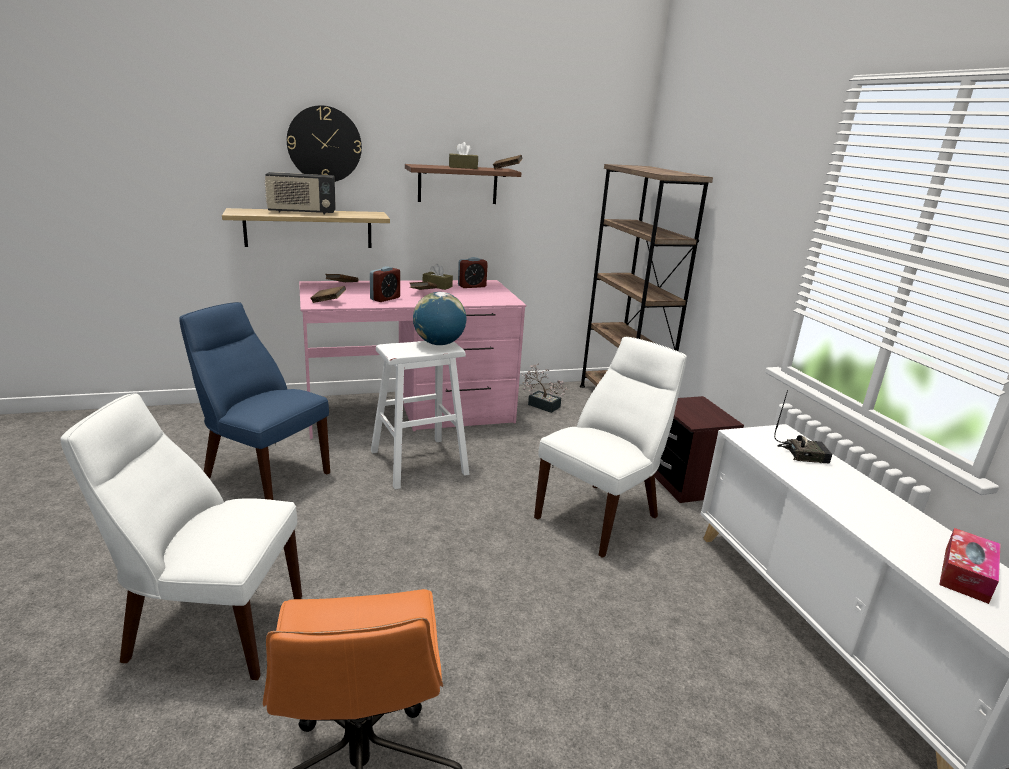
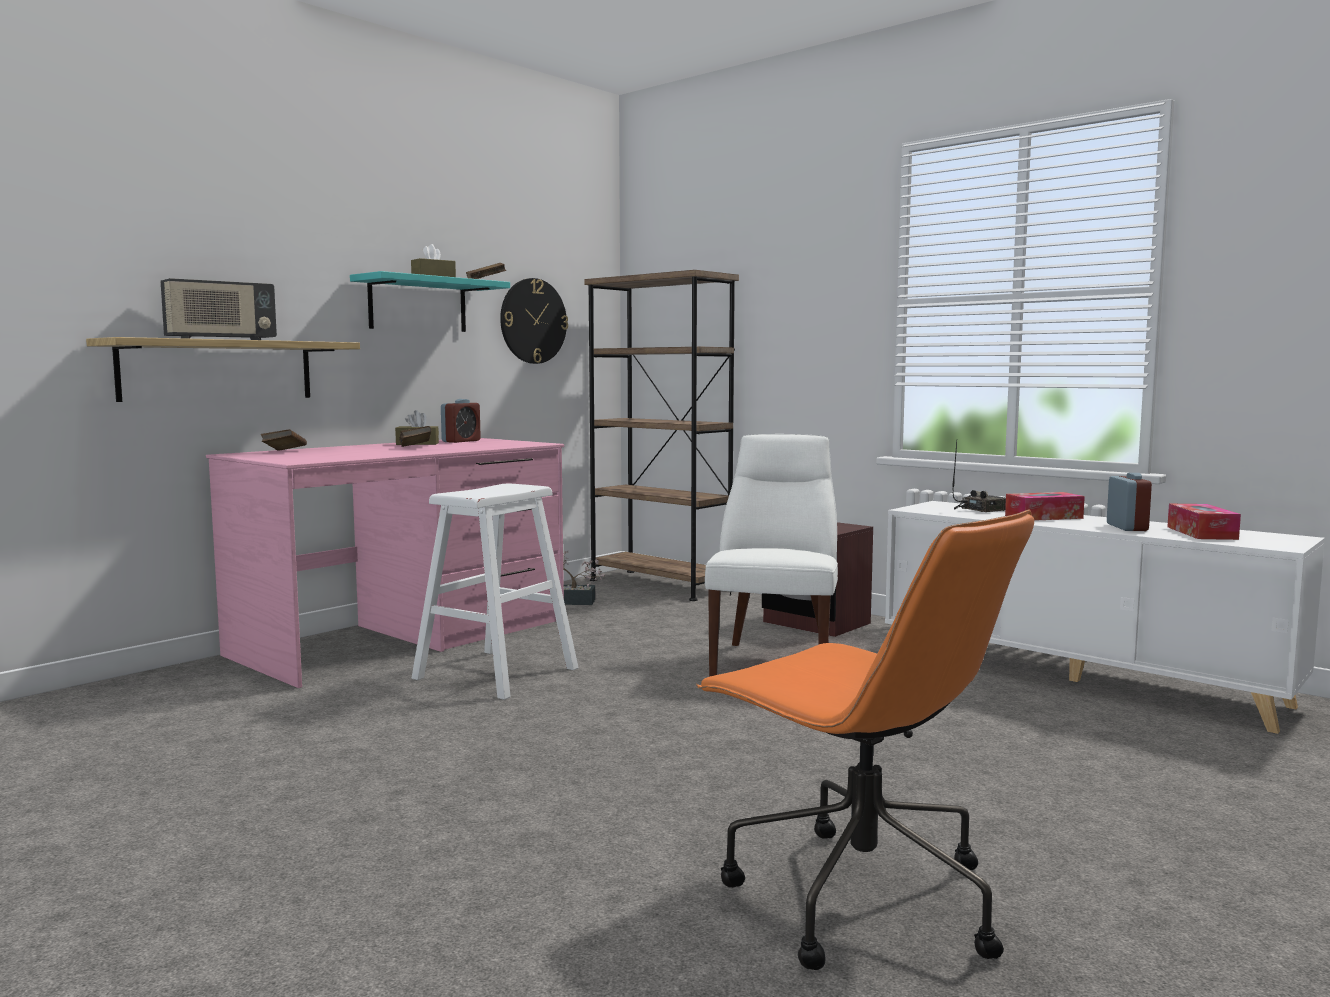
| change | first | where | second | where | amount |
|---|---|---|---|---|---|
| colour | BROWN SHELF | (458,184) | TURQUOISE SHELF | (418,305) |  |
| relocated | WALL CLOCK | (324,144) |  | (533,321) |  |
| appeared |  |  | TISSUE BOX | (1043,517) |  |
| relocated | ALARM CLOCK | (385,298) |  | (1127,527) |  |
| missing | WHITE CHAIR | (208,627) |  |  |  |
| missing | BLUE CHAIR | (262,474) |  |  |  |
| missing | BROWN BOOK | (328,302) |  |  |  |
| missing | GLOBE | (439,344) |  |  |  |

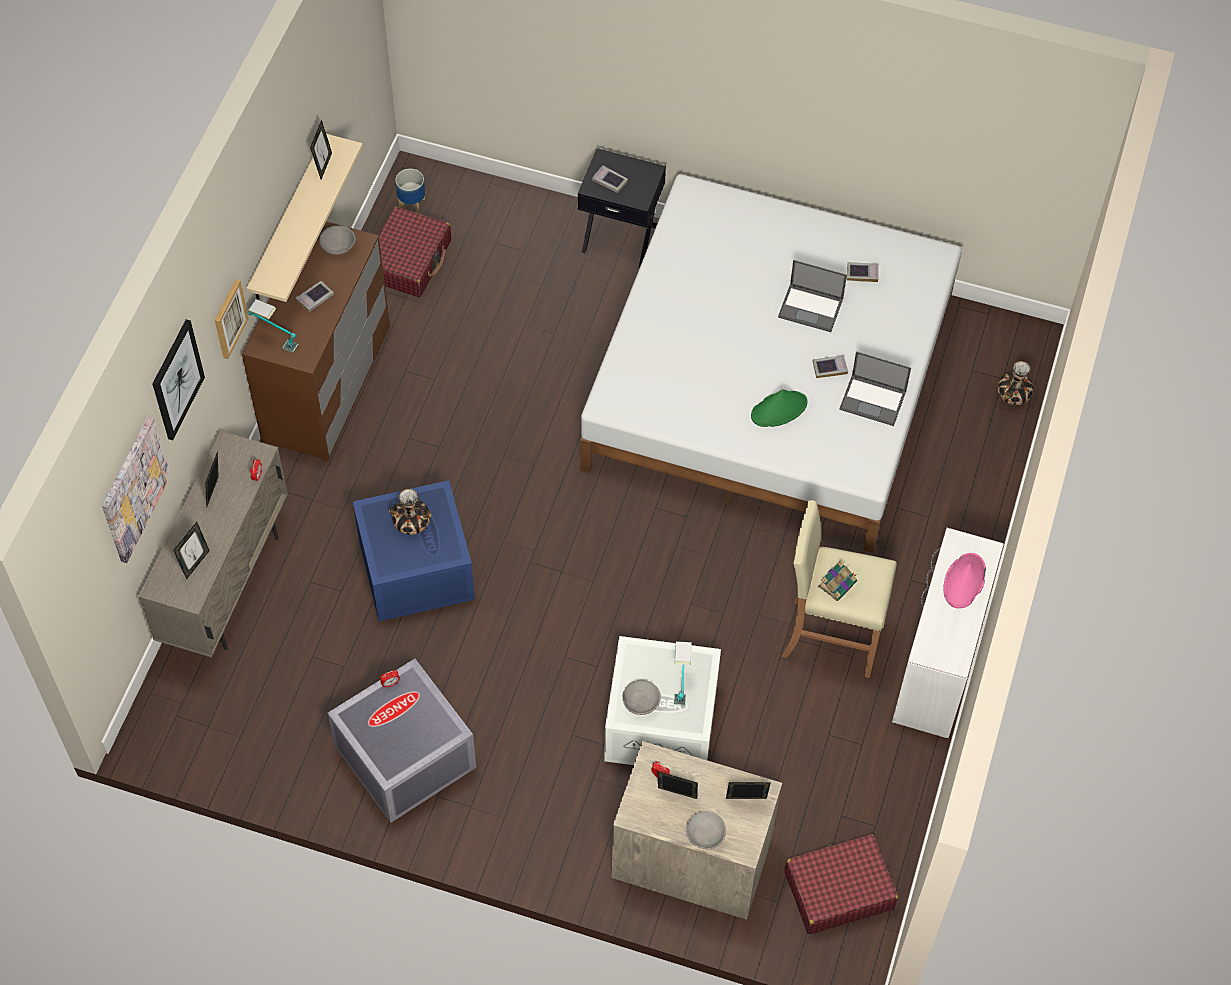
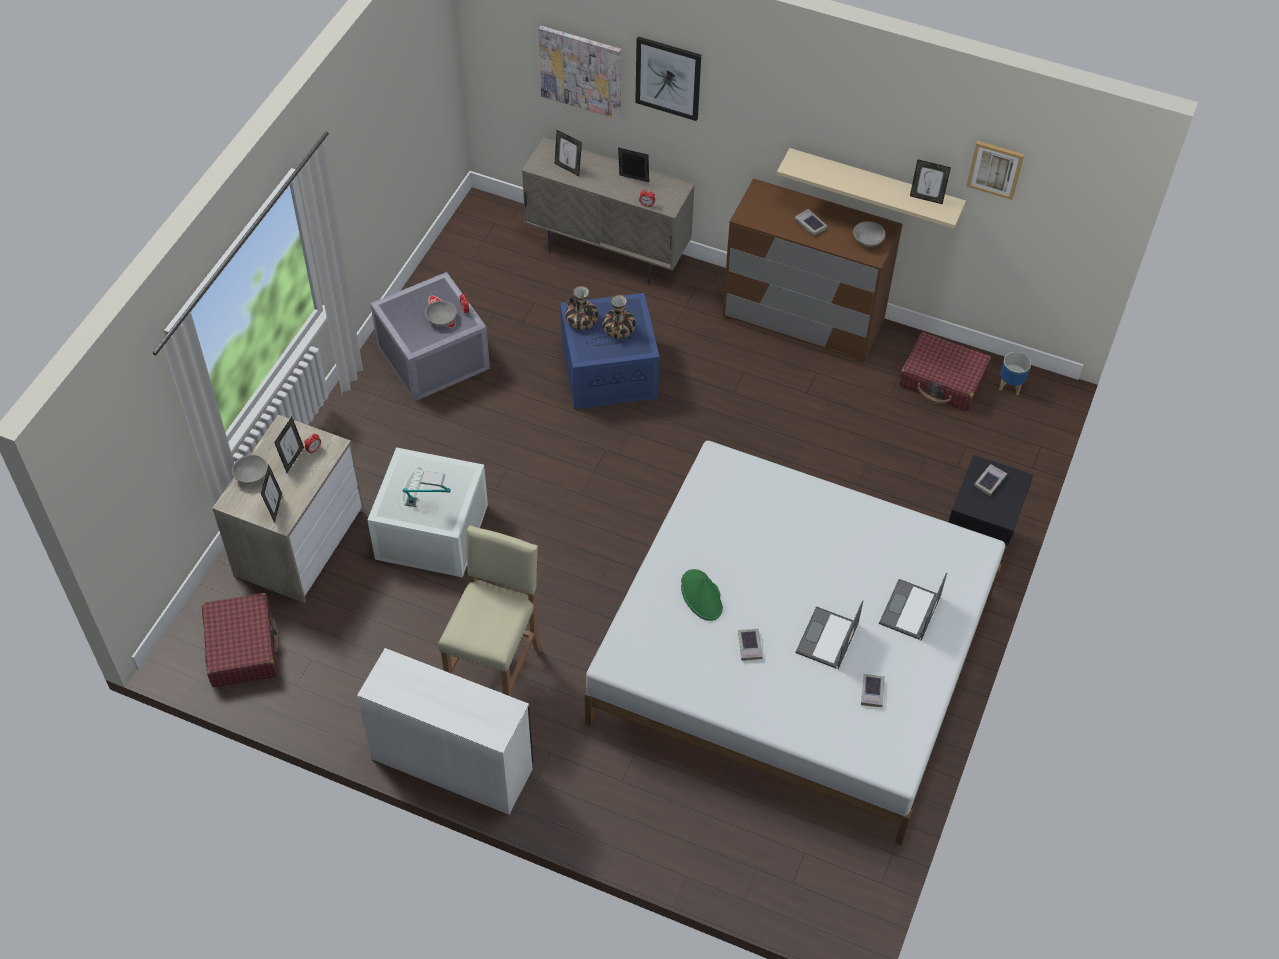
| change | first | where | second | where | amount |
|---|---|---|---|---|---|
| relocated | GREY BOWL | (640,702) |  | (441,319) |  |
| relocated | VASE | (1014,393) |  | (582,321) |  |
| relocated | LAPTOP | (873,400) |  | (910,611) |  |
| relocated | PICTURE | (229,318) |  | (995,169) |  |
| missing | TABLE LAMP | (274,340) |  |  |  |
| missing | BOOK | (837,583) |  |  |  |
| missing | PINK HAT | (964,581) |  |  |  |

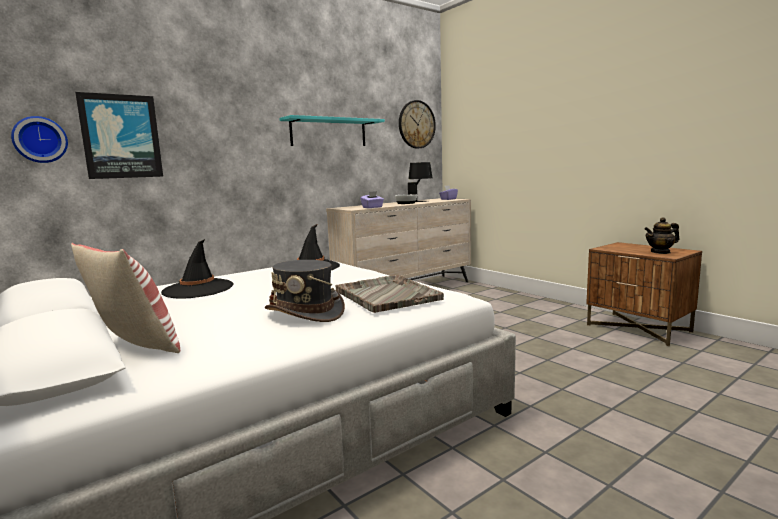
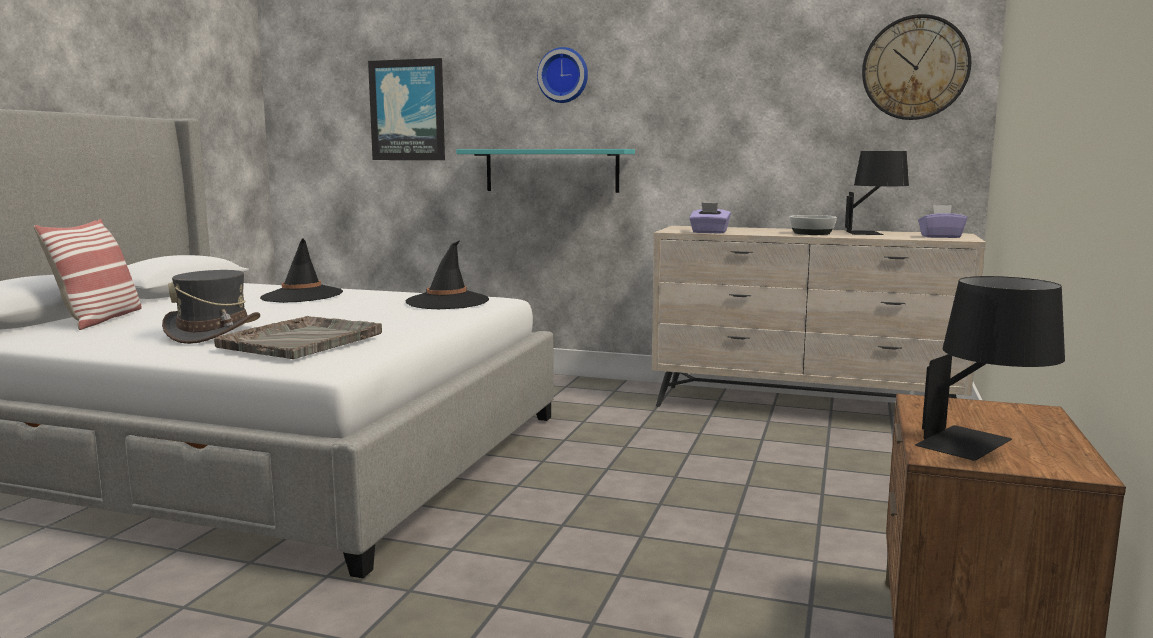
| change | first | where | second | where | amount |
|---|---|---|---|---|---|
| relocated | TURQUOISE SHELF | (329,132) |  | (551,170) |  |
| relocated | WALL CLOCK | (40,140) |  | (564,75) |  |
| exchanged | TEAPOT | (660,252) | BLACK TABLE LAMP | (985,447) |  |

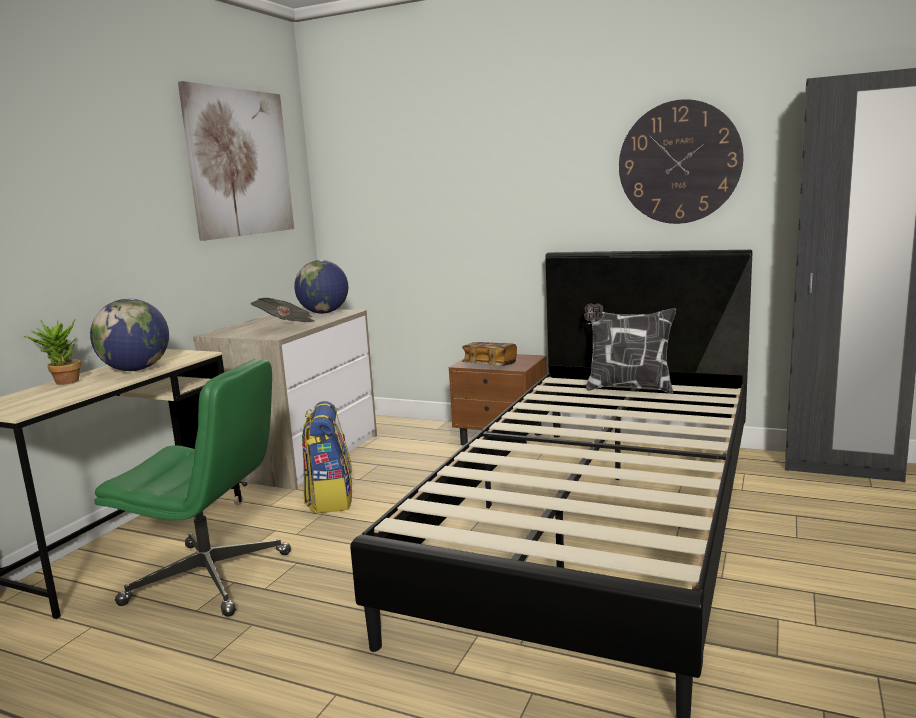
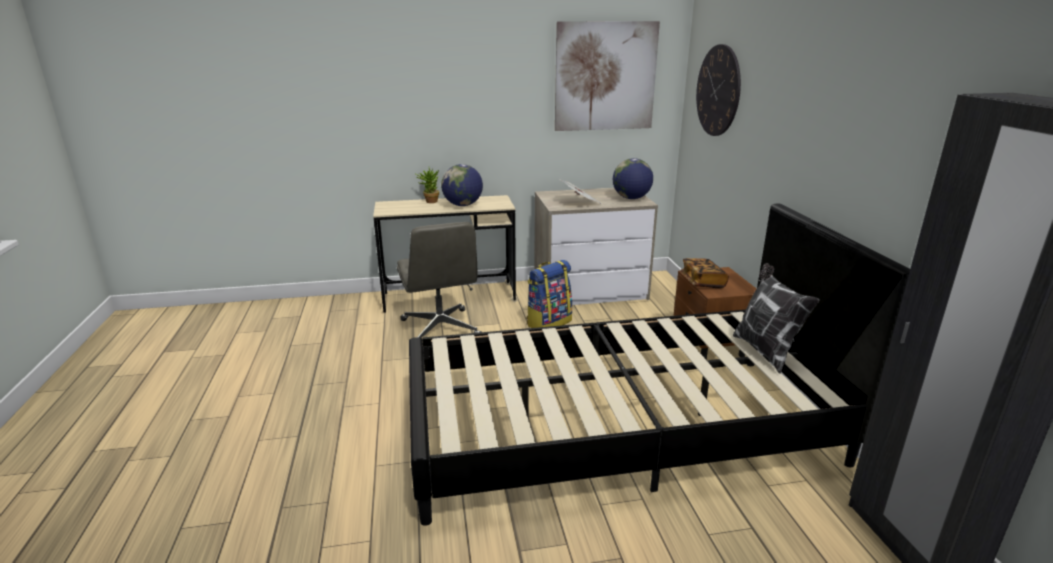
| change | first | where | second | where | amount |
|---|---|---|---|---|---|
| colour | GREEN OFFICE CHAIR | (211,578) | GREY OFFICE CHAIR | (441,329) |  |
| relocated | WALL CLOCK | (679,162) |  | (718,91) |  |

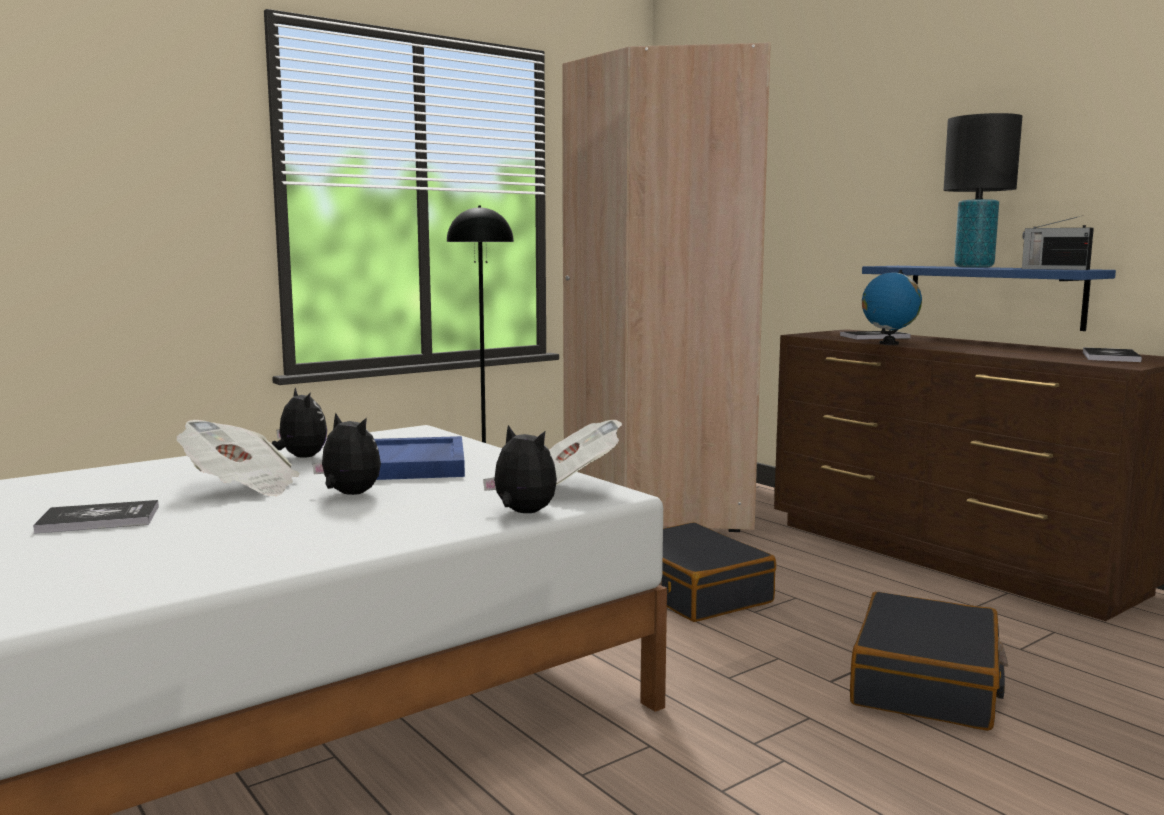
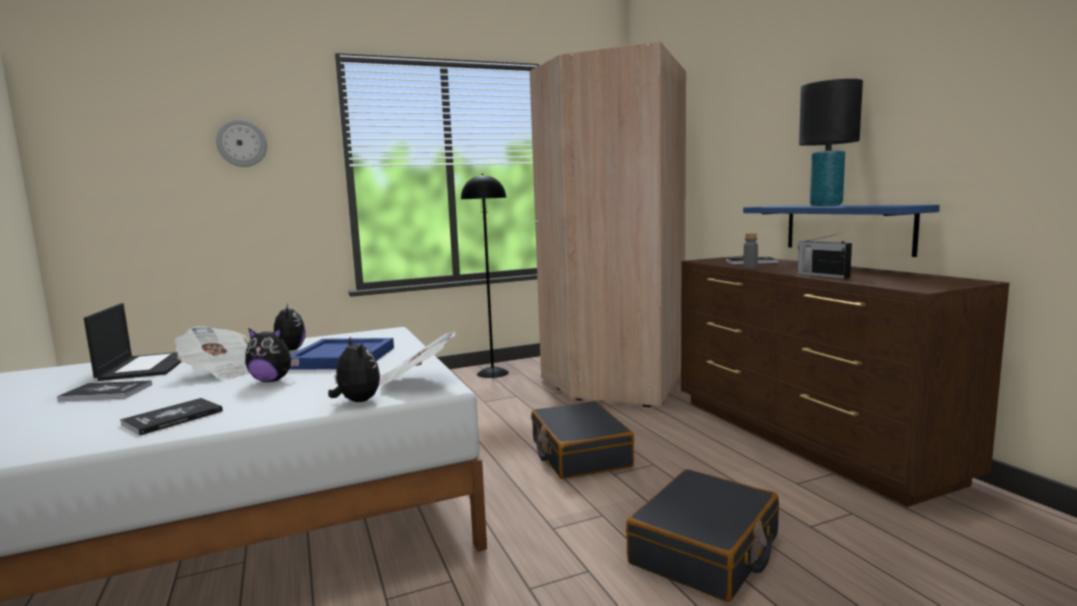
| change | first | where | second | where | amount |
|---|---|---|---|---|---|
| appeared |  |  | LAPTOP | (145,366) |  |
| relocated | BOOK | (1110,357) |  | (173,418) |  |
| appeared |  |  | WALL CLOCK | (242,143) |  |
| spun | PLUSH TOY | (349,495) |  | (272,380) | 135 degrees clockwise |
| exchanged | GLOBE | (888,343) | GREY BOTTLE | (750,268) |  |
| relocated | RADIO | (1053,269) |  | (822,275) |  |

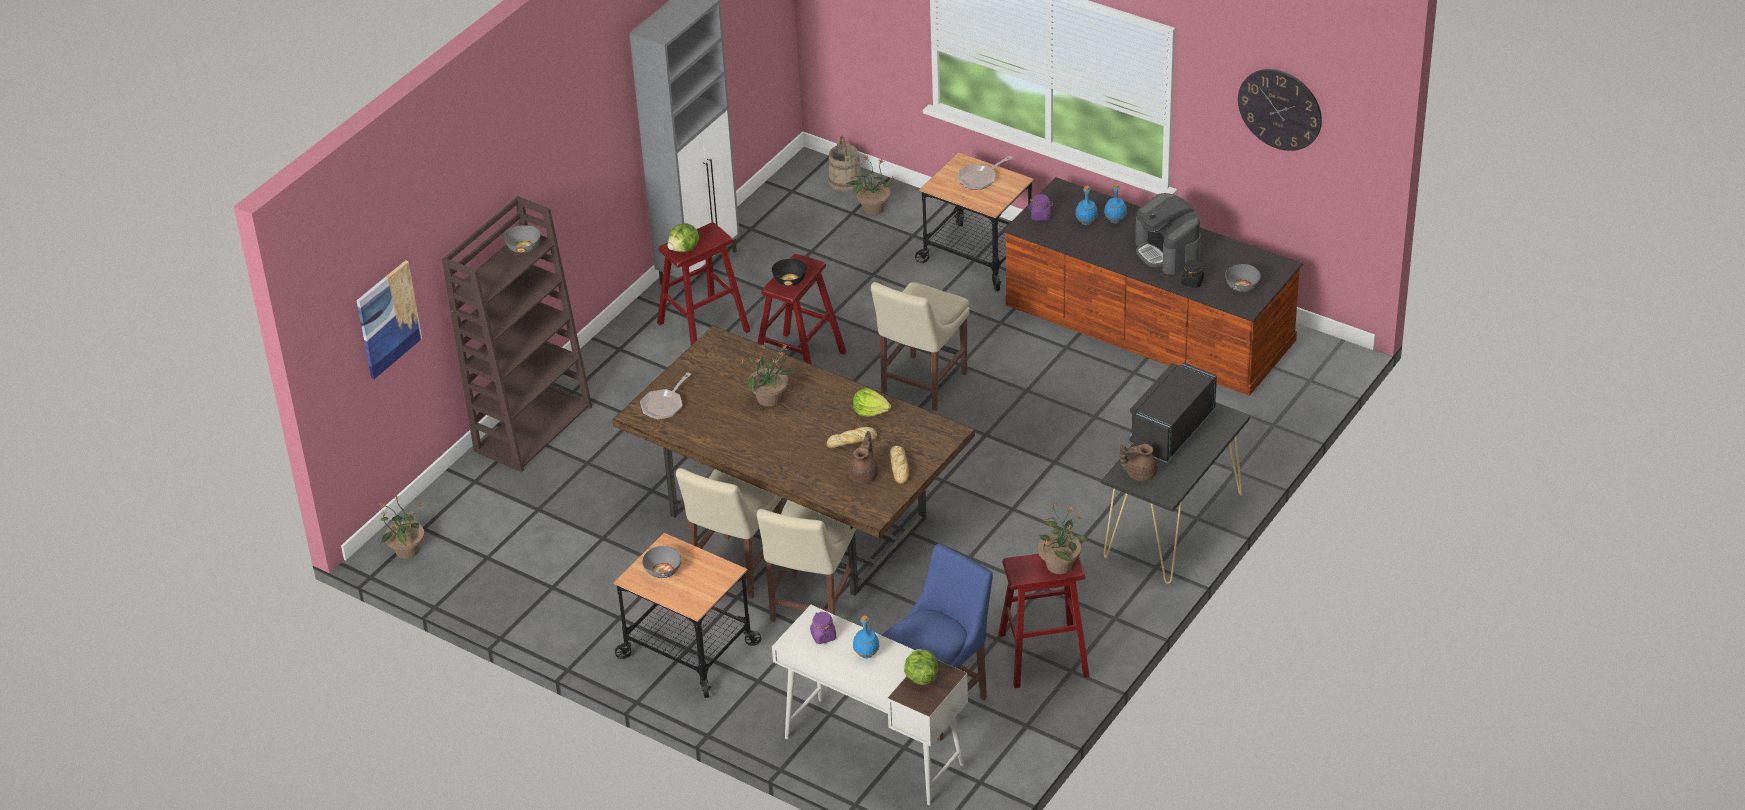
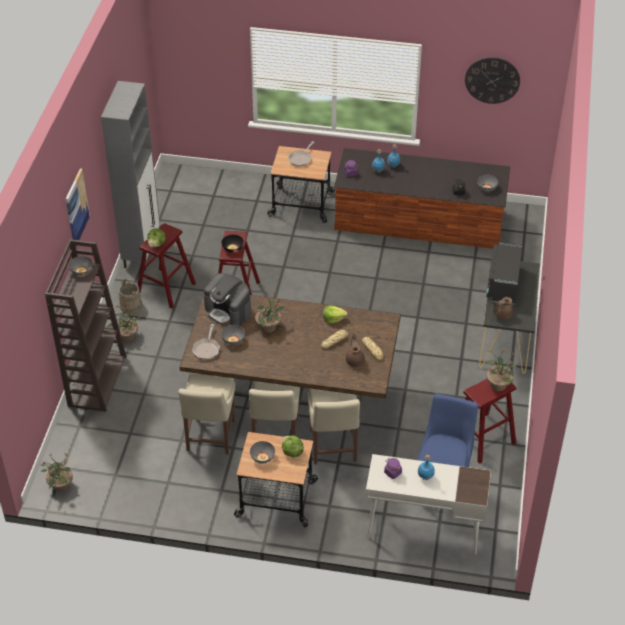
| change | first | where | second | where | amount |
|---|---|---|---|---|---|
| relocated | PICTURE | (388,319) |  | (76,207) |  |
| relocated | POTTED PLANT | (872,208) |  | (126,336) |  |
| relocated | BEIGE BUCKET | (845,181) |  | (131,306) |  |
| relocated | BEIGE CHAIR | (921,385) |  | (210,438) |  |
| relocated | COFFEE MACHINE | (1167,252) |  | (228,311) |  |
| appeared |  |  | GREY BOWL | (233,340) |  |
| relocated | LETTUCE | (921,677) |  | (292,452) |  |

